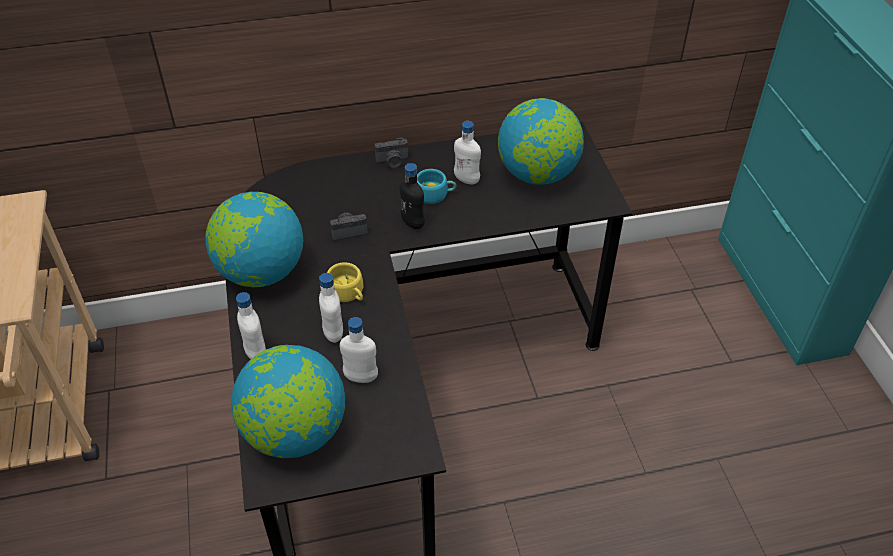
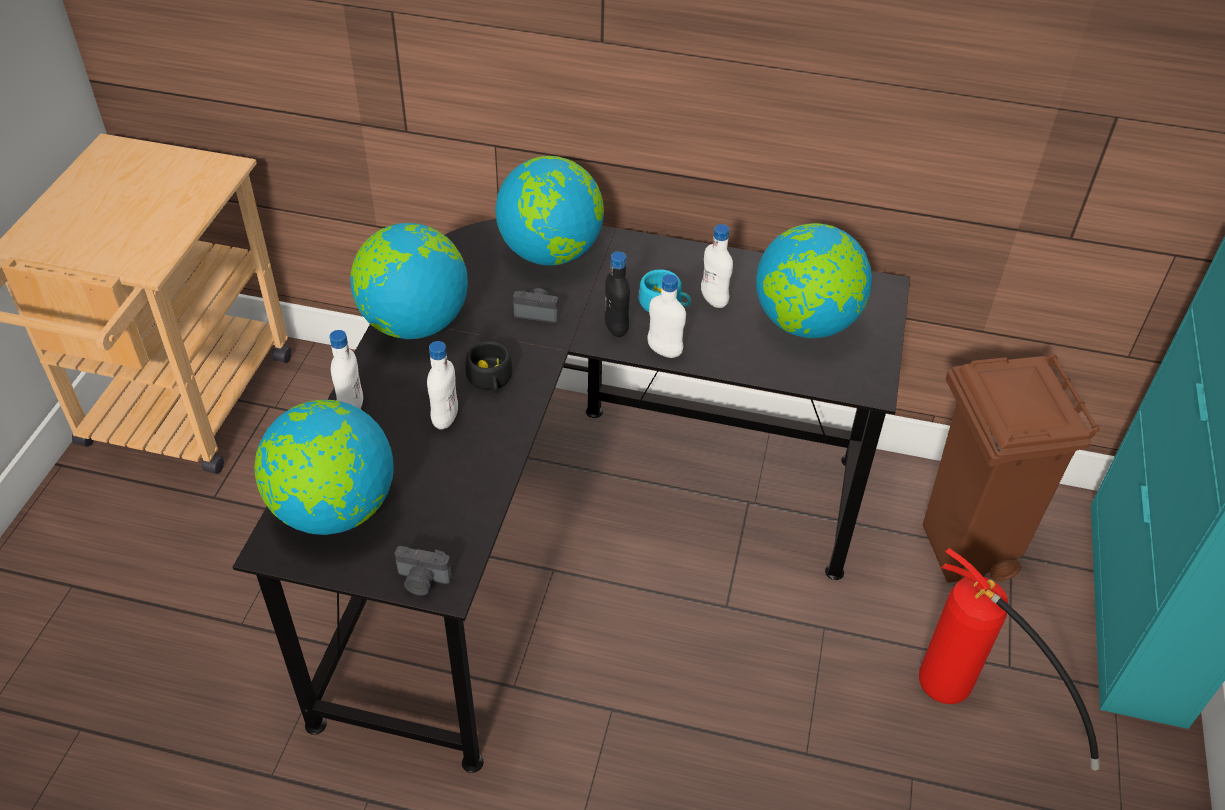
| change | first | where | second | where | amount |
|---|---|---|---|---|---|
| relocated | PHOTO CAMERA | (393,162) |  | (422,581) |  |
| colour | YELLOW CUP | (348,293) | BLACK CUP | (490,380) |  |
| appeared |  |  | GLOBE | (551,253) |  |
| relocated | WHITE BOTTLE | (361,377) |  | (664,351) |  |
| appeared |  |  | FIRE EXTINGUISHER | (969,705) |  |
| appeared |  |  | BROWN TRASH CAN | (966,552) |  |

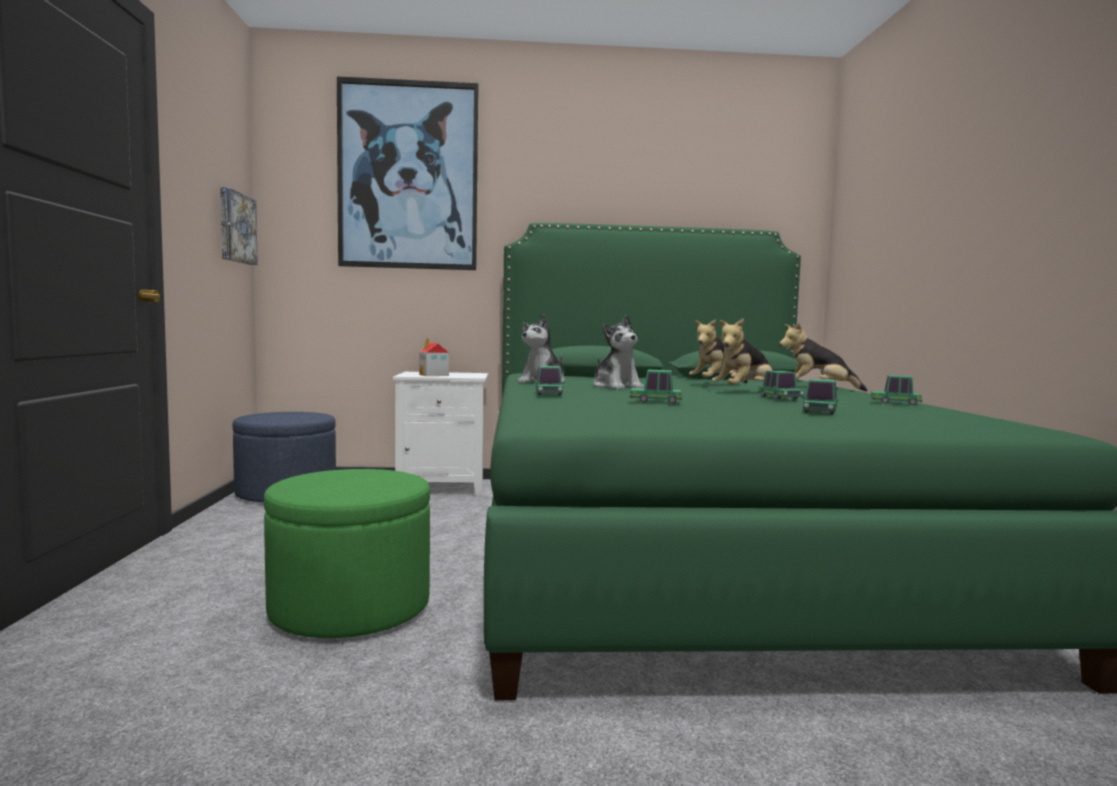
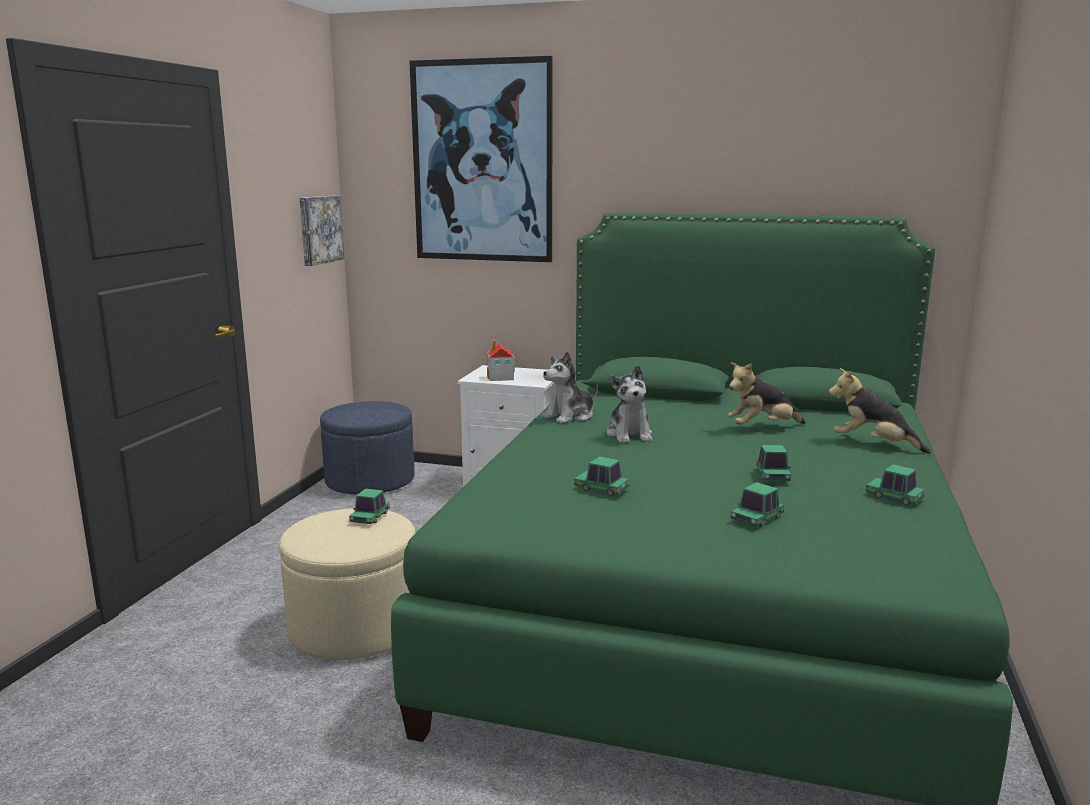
| change | first | where | second | where | amount |
|---|---|---|---|---|---|
| colour | GREEN OTTOMAN | (350,607) | BEIGE OTTOMAN | (354,628) |  |
| relocated | TOY CAR | (548,394) |  | (370,517) |  |
| missing | PLUSH TOY | (744,392) |  |  |  |

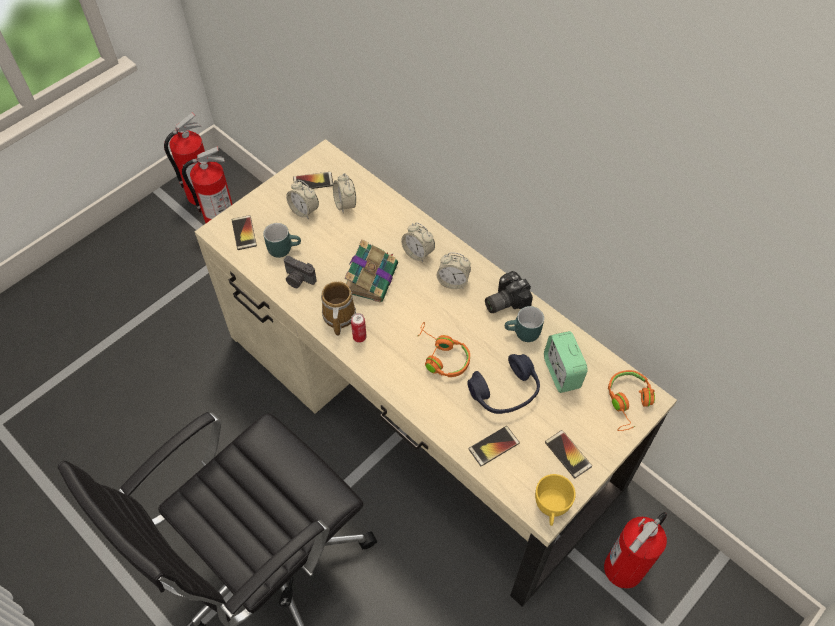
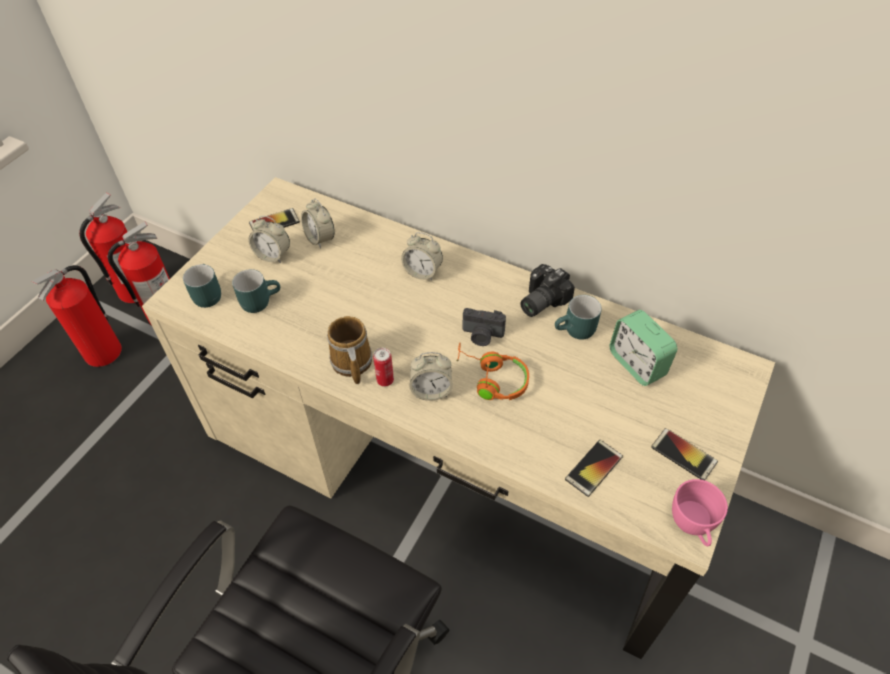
| change | first | where | second | where | amount |
|---|---|---|---|---|---|
| relocated | FIRE EXTINGUISHER | (624,569) |  | (104,352) |  |
| exchanged | PHONE | (244,233) | TURQUOISE MUG | (205,294) |  |
| relocated | ALARM CLOCK | (453,281) |  | (431,390) |  |
| relocated | PHOTO CAMERA | (298,279) |  | (482,335) |  |
| colour | YELLOW CUP | (550,509) | PINK CUP | (692,526) |  |
| missing | BOOK | (371,277) |  |  |  |
| missing | BLUE HEADPHONES | (505,392) |  |  |  |
| missing | ORANGE HEADPHONES | (628,403) |  |  |  |

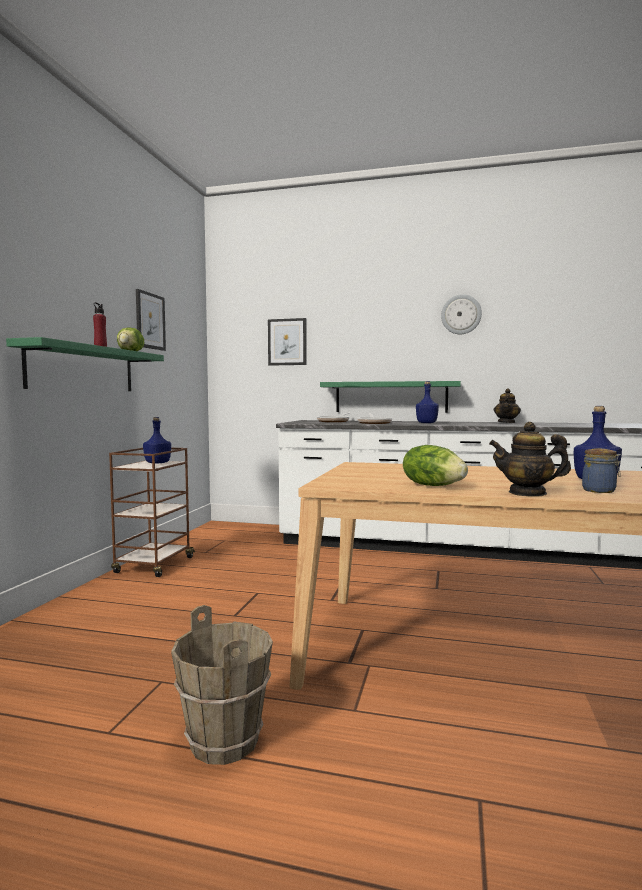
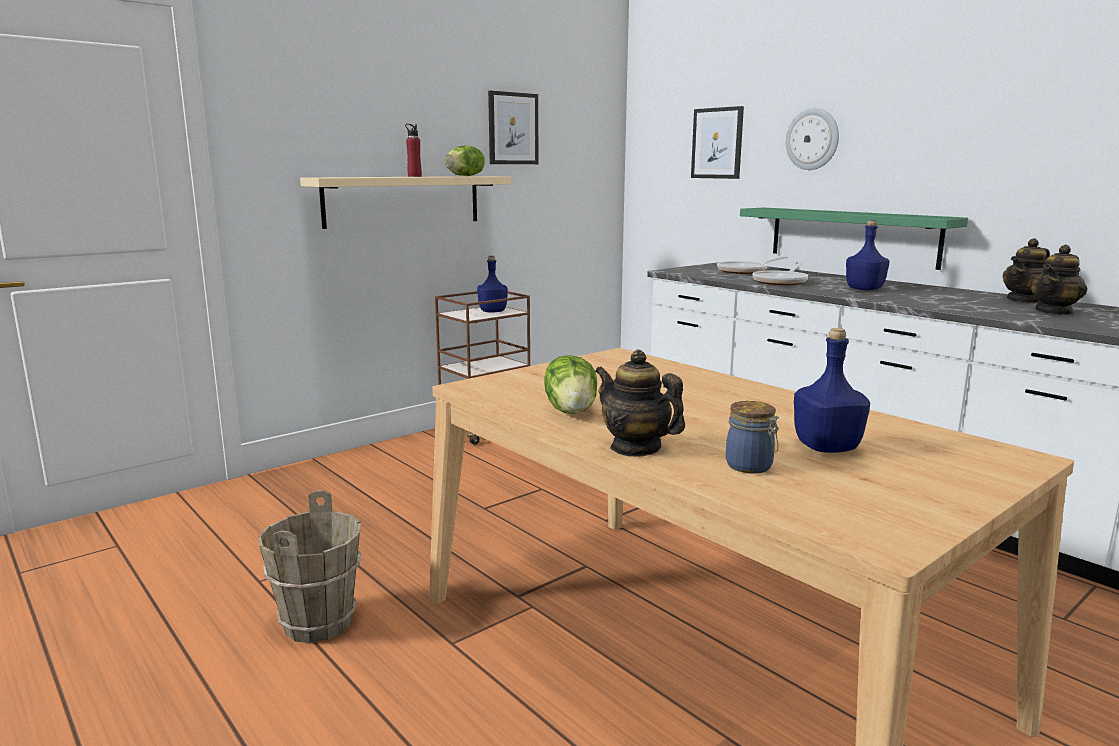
| change | first | where | second | where | amount |
|---|---|---|---|---|---|
| colour | GREEN SHELF | (83,369) | BEIGE SHELF | (403,200) |  |
| relocated | WALL CLOCK | (461,314) |  | (812,139) |  |
| appeared |  |  | TEAPOT | (1054,312) |  |

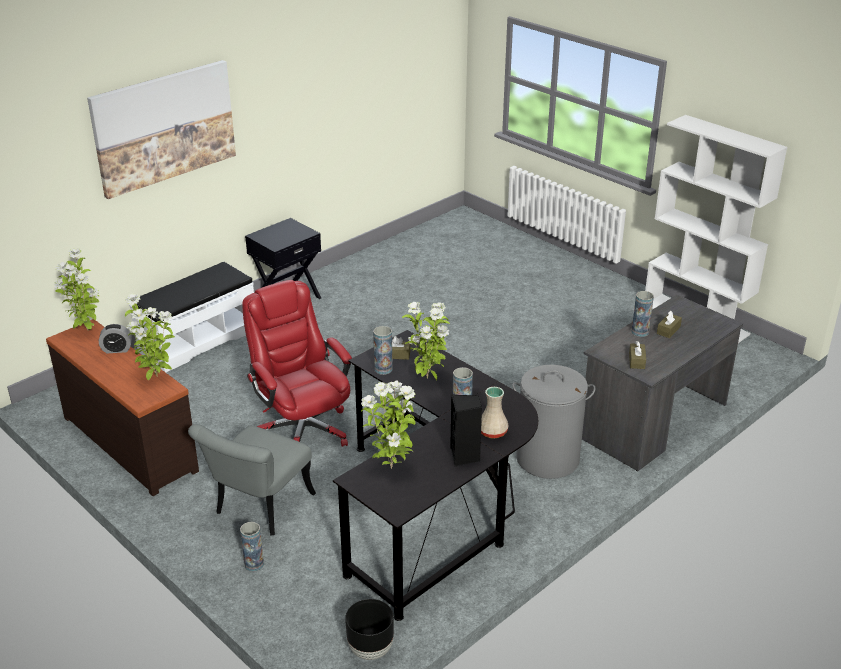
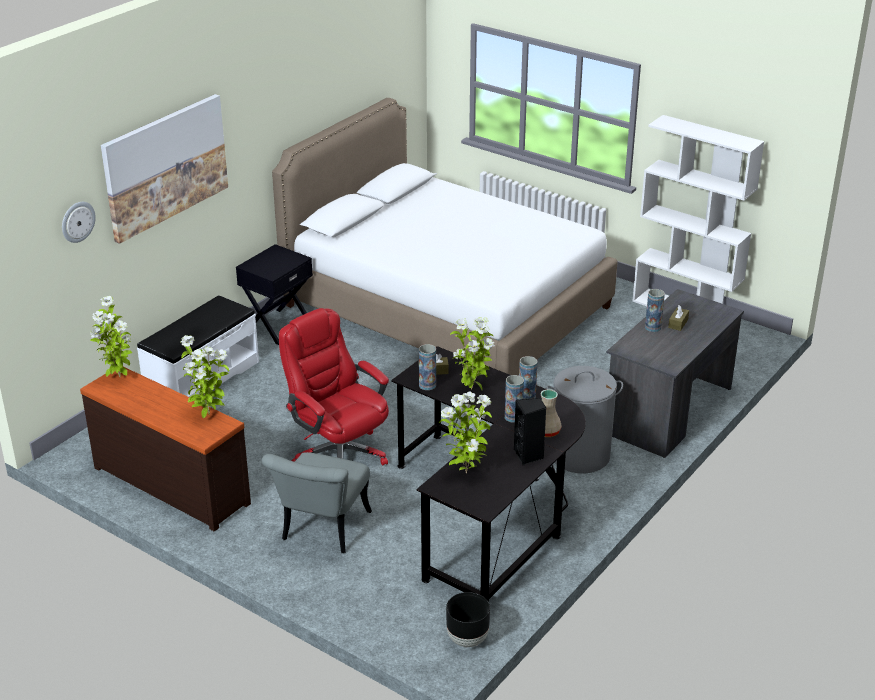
| change | first | where | second | where | amount |
|---|---|---|---|---|---|
| appeared |  |  | WALL CLOCK | (77,221) |  |
| appeared |  |  | WHITE BED | (447,306) |  |
| relocated | VASE | (254,564) |  | (526,397) |  |
| missing | ALARM CLOCK | (117,349) |  |  |  |
| missing | BROWN TISSUE BOX | (636,361) |  |  |  |

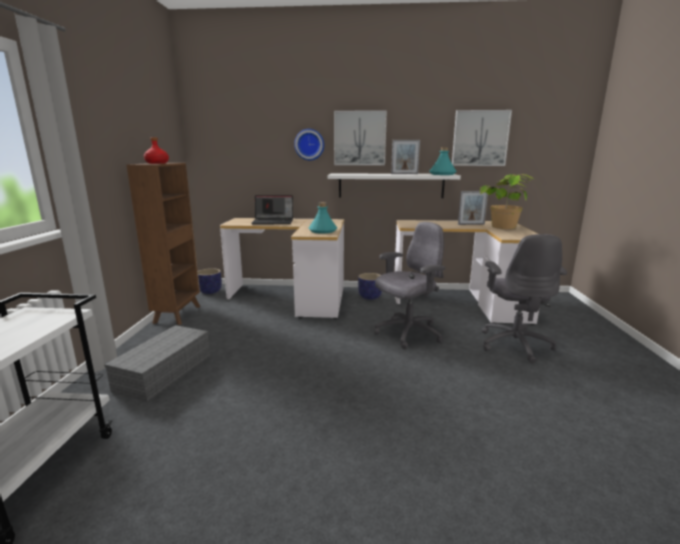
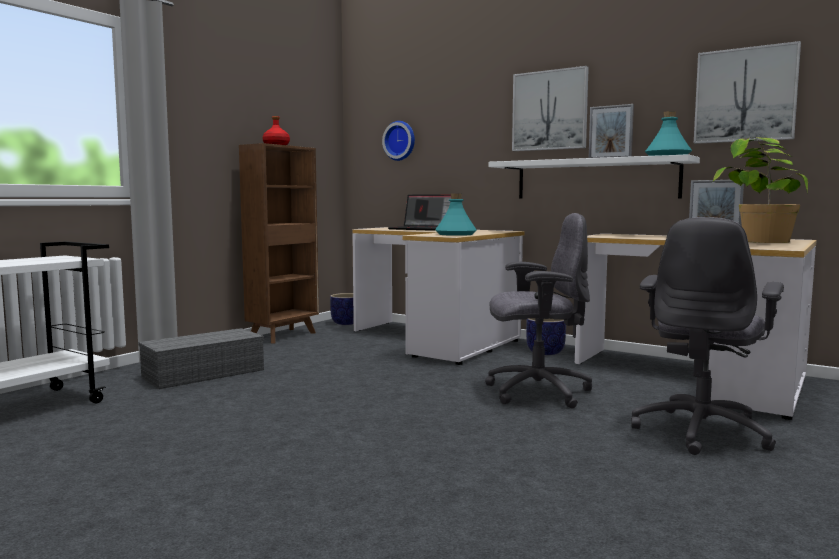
| change | first | where | second | where | amount |
|---|---|---|---|---|---|
| relocated | WALL CLOCK | (309,144) |  | (400,141) |  |

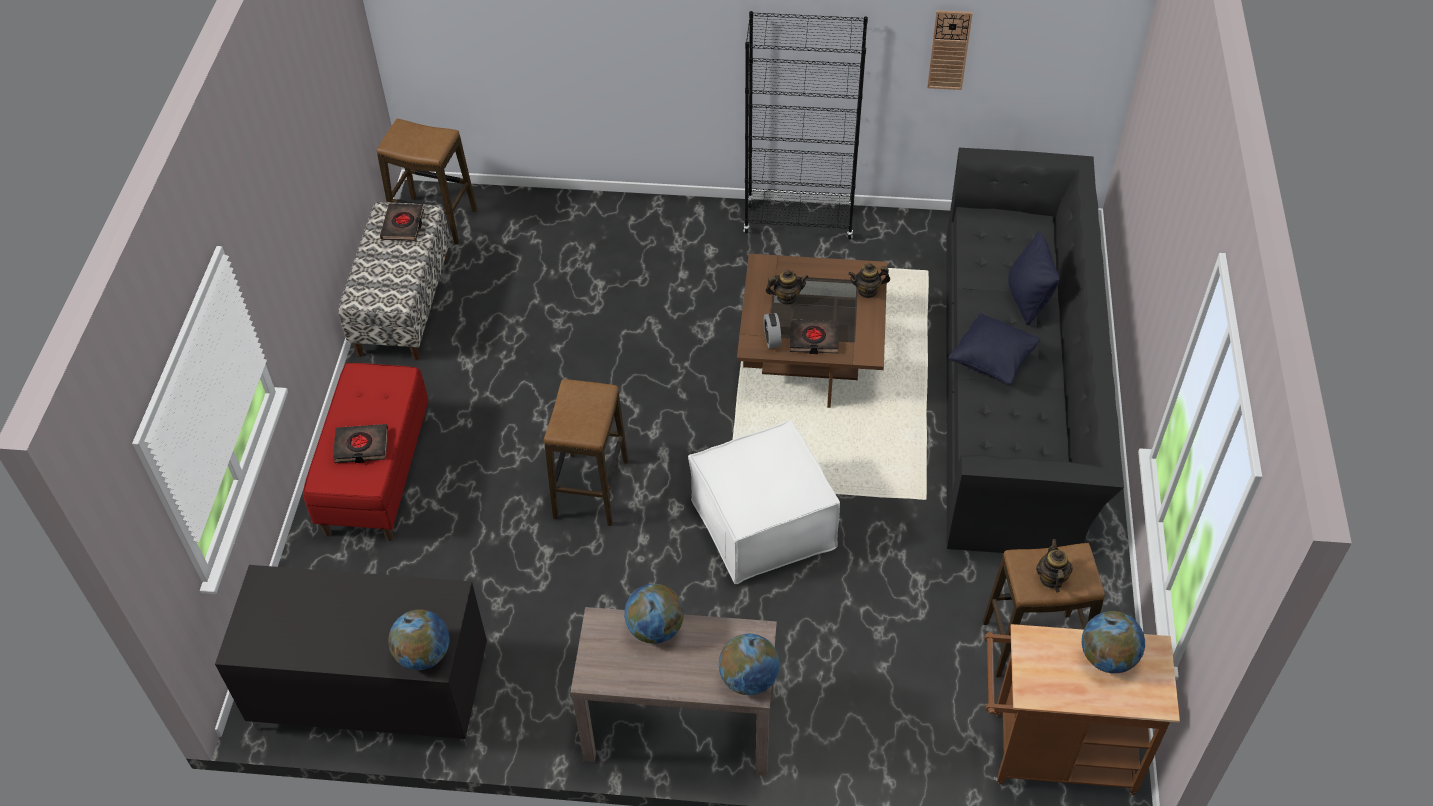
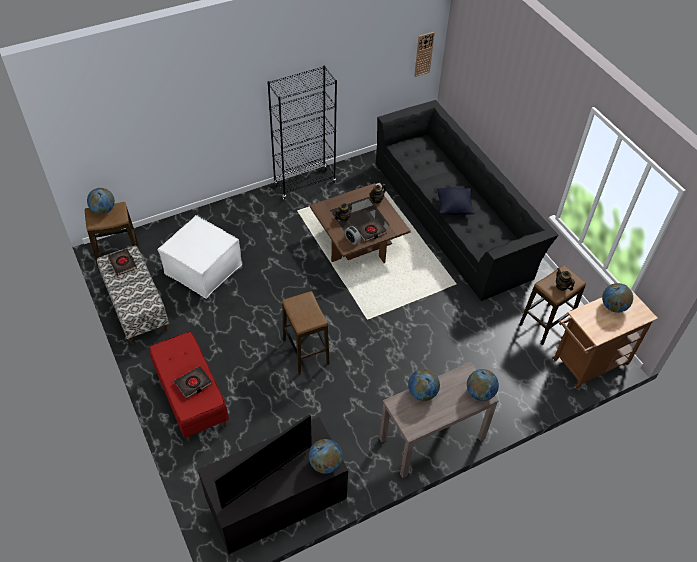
| change | first | where | second | where | amount |
|---|---|---|---|---|---|
| appeared |  |  | GLOBE | (103,210) |  |
| relocated | WHITE OTTOMAN | (763,523) |  | (203,269) |  |
| appeared |  |  | TELEVISION | (266,476) |  |
| relocated | WALL CLOCK | (949,50) |  | (423,54) |  |
| missing | BLACK PILLOW | (1027,299) |  |  |  |

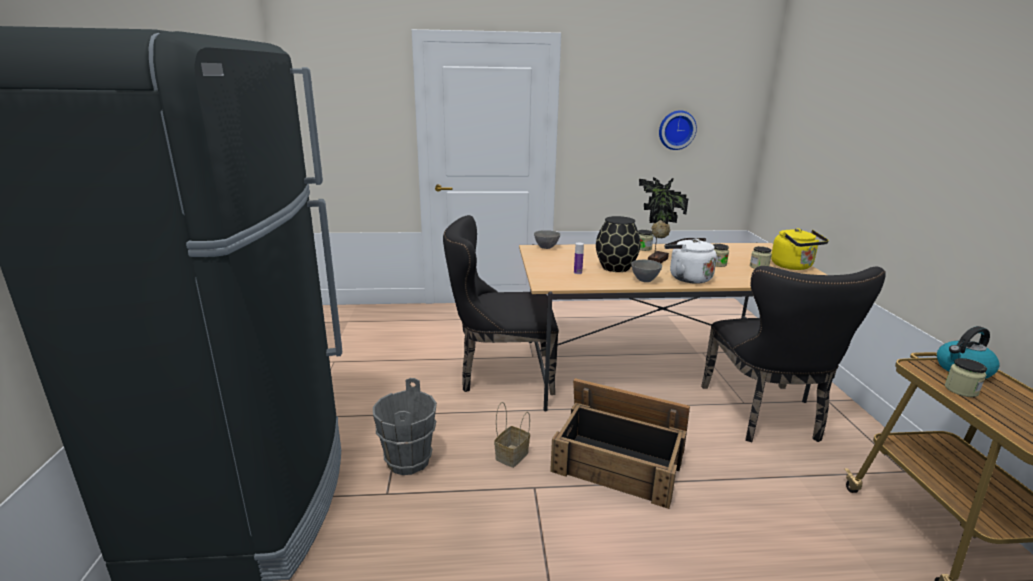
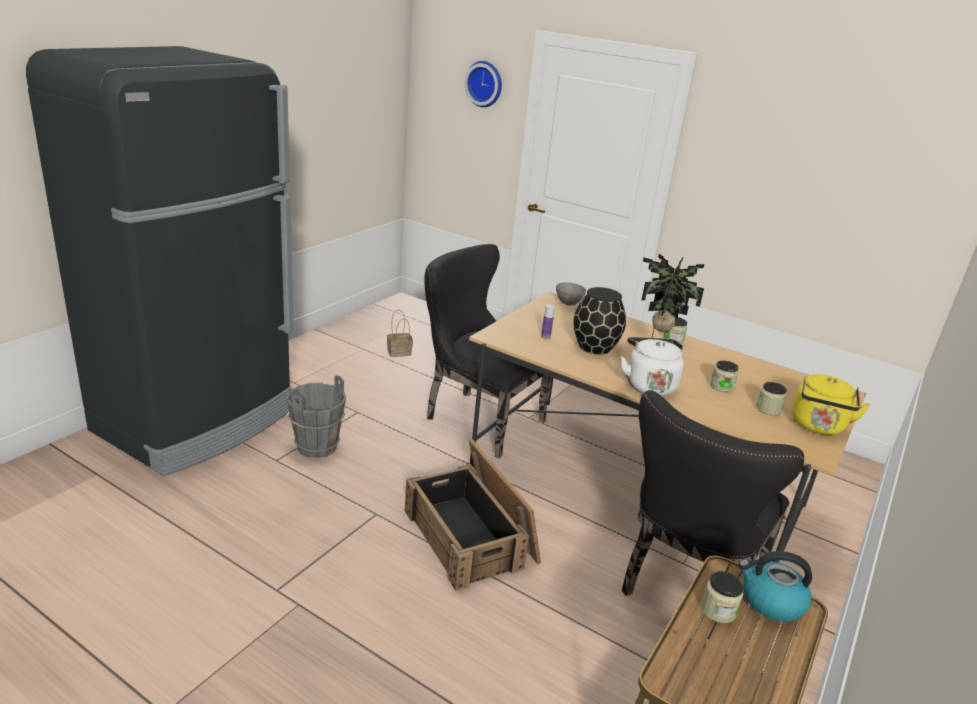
| change | first | where | second | where | amount |
|---|---|---|---|---|---|
| relocated | BASKET | (512,456) |  | (398,352) |  |
| relocated | WALL CLOCK | (676,130) |  | (485,84) |  |
| missing | GREY BOWL | (645,280) |  |  |  |

